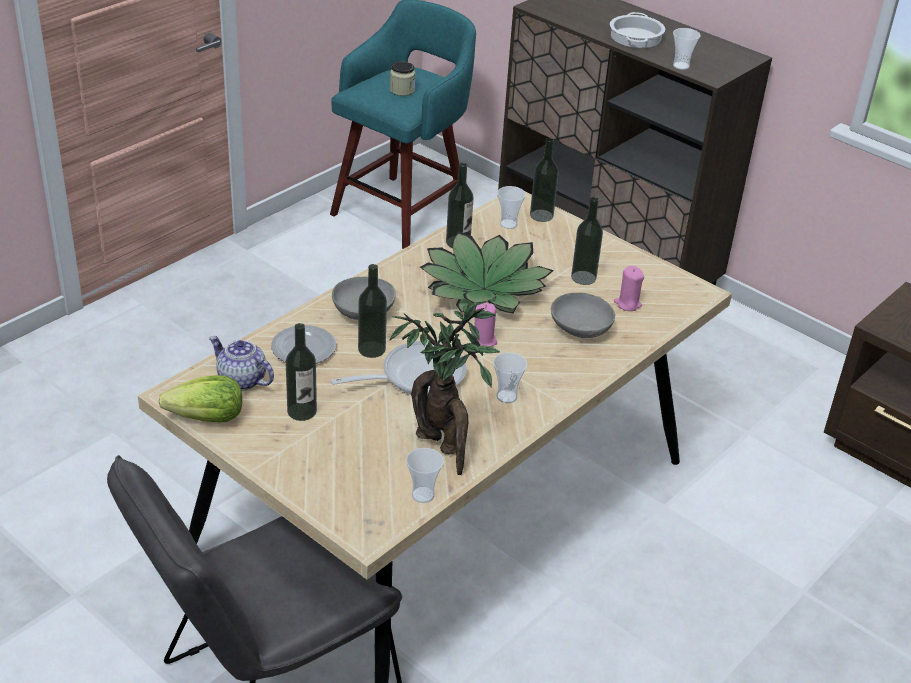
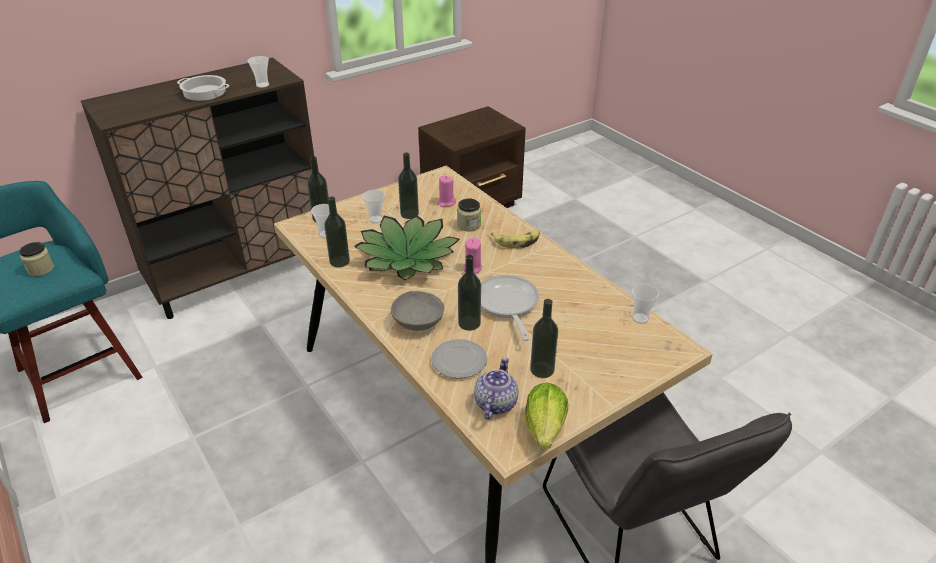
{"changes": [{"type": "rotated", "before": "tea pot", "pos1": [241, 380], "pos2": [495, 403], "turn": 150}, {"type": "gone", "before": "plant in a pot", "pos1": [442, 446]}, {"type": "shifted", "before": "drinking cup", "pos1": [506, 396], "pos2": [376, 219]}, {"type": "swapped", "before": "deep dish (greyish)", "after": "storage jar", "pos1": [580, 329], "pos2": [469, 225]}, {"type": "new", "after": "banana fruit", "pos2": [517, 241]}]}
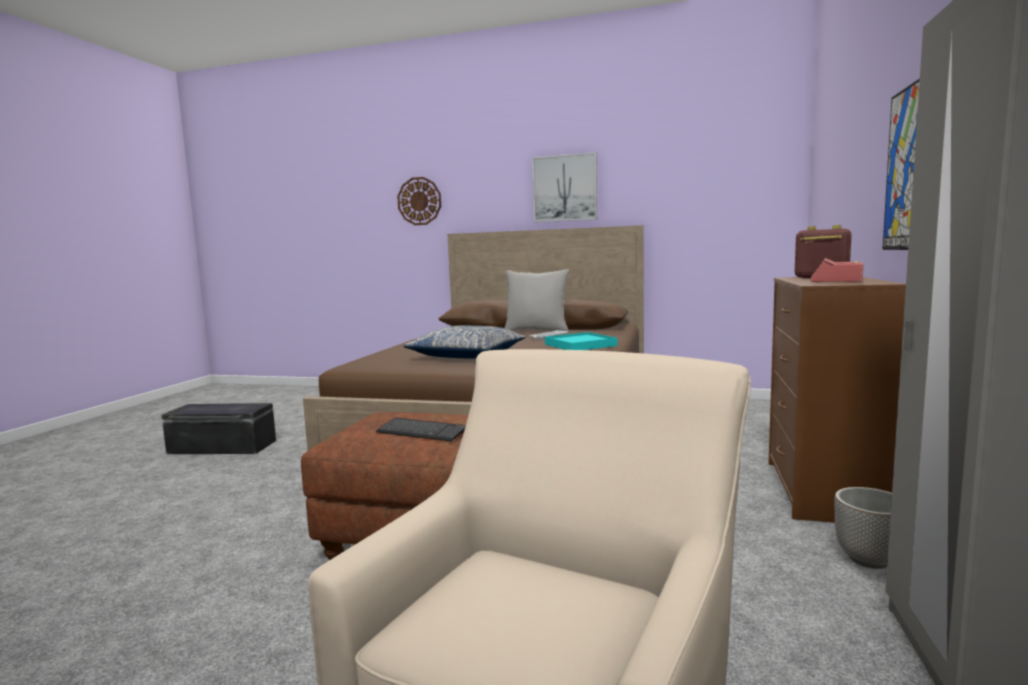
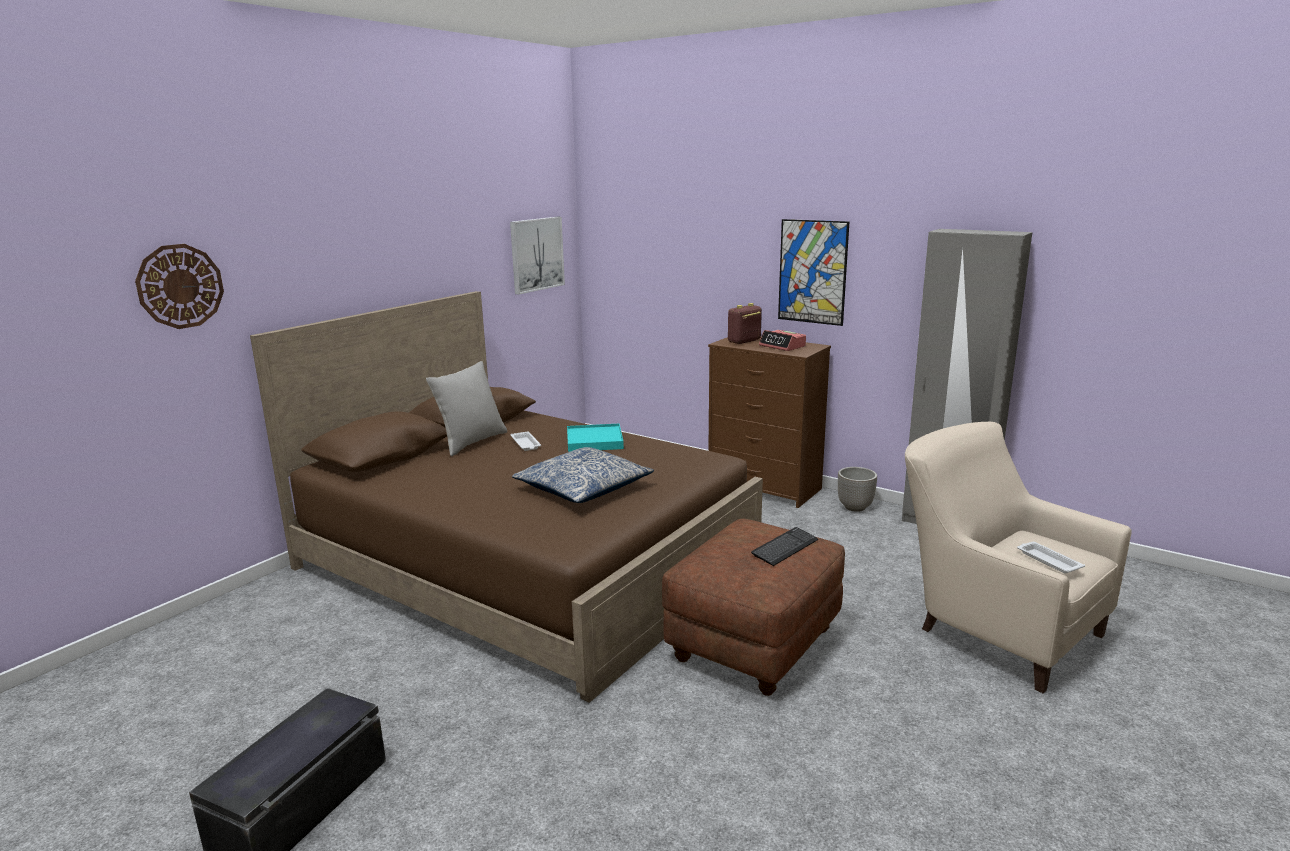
{"changes": [{"type": "shifted", "before": "picture", "pos1": [565, 188], "pos2": [536, 254]}, {"type": "new", "after": "tray (white)", "pos2": [1048, 560]}]}
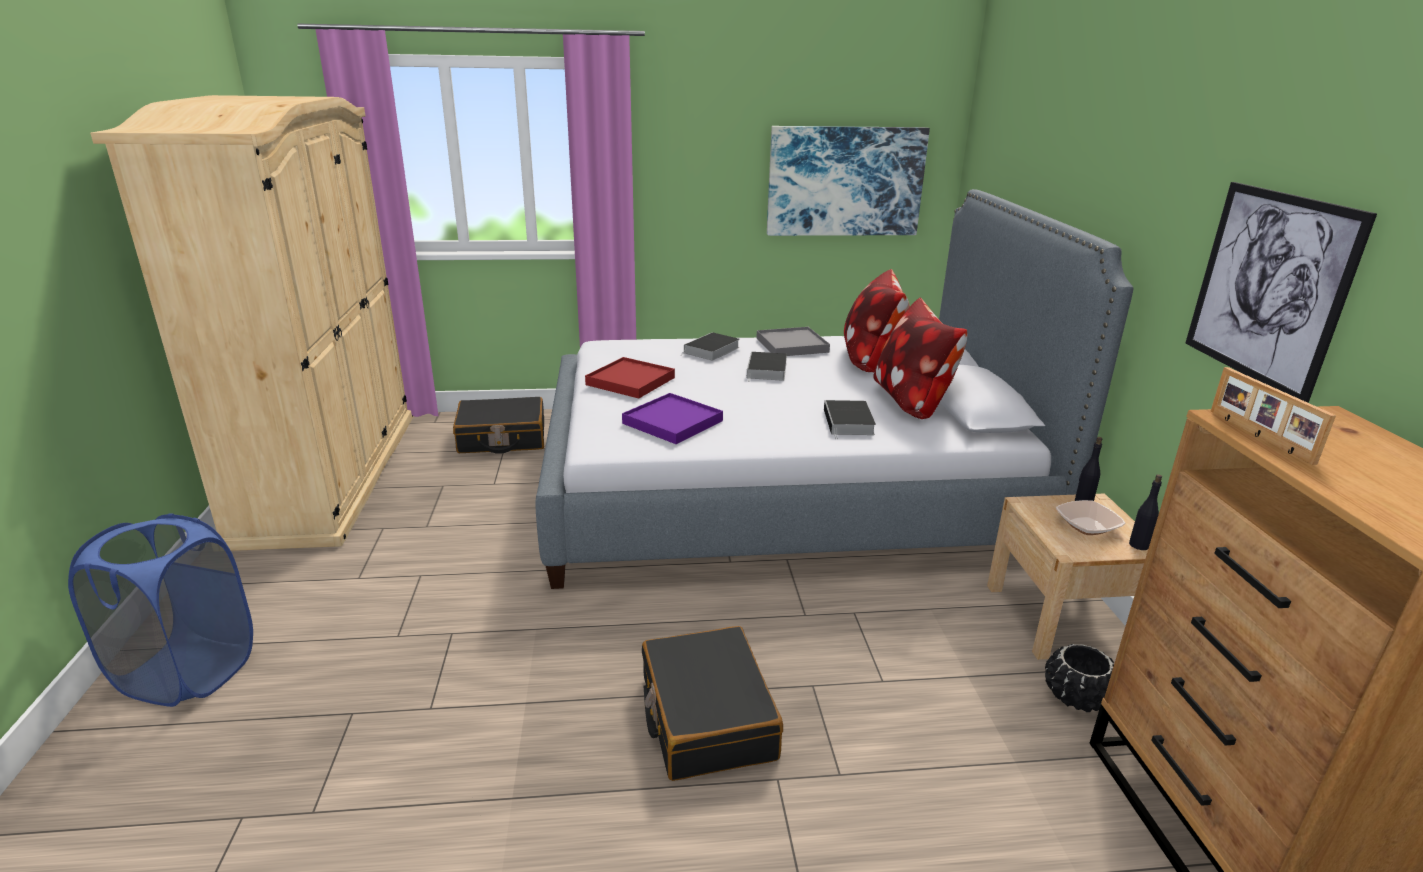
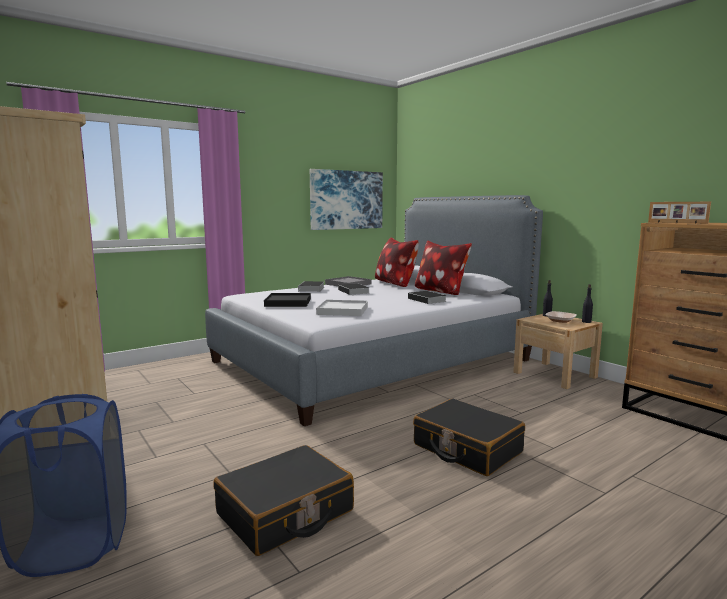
{"changes": [{"type": "shifted", "before": "piece of luggage (black)", "pos1": [502, 438], "pos2": [285, 513]}, {"type": "repainted", "before": "tray (red-coloured)", "after": "tray (black)", "pos1": [631, 381], "pos2": [288, 302]}, {"type": "repainted", "before": "tray (purplish)", "after": "tray (white)", "pos1": [673, 422], "pos2": [343, 310]}, {"type": "gone", "before": "planter (black)", "pos1": [1077, 696]}, {"type": "gone", "before": "picture", "pos1": [1269, 287]}]}
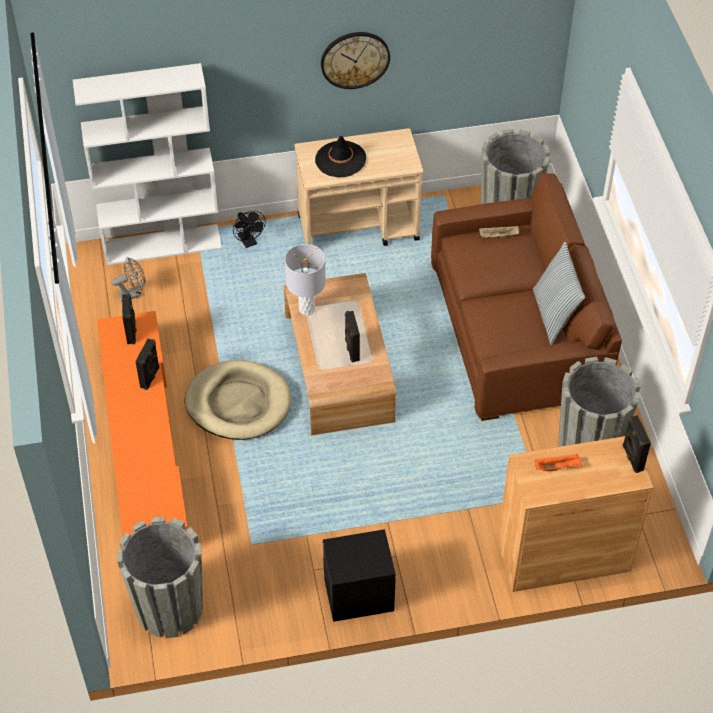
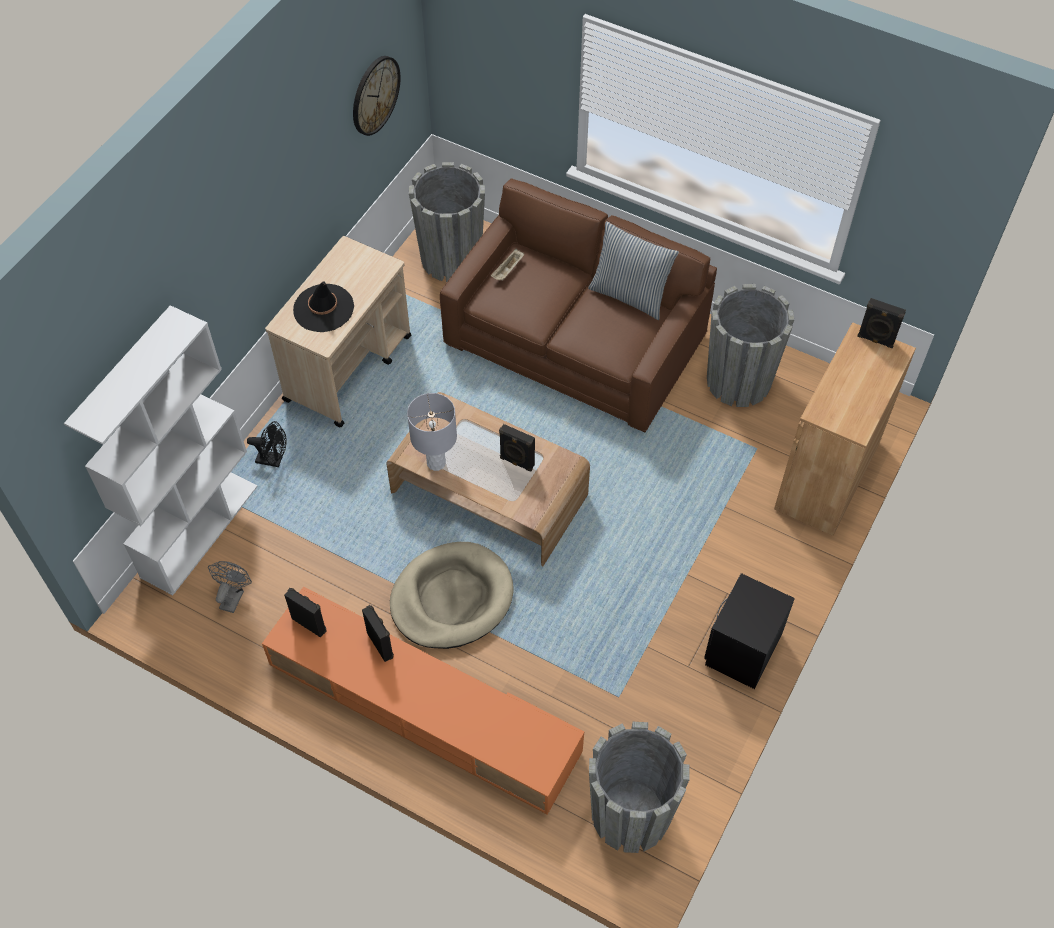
{"changes": [{"type": "shifted", "before": "clock on the wall", "pos1": [355, 59], "pos2": [375, 95]}, {"type": "gone", "before": "tray (orange)", "pos1": [558, 467]}]}
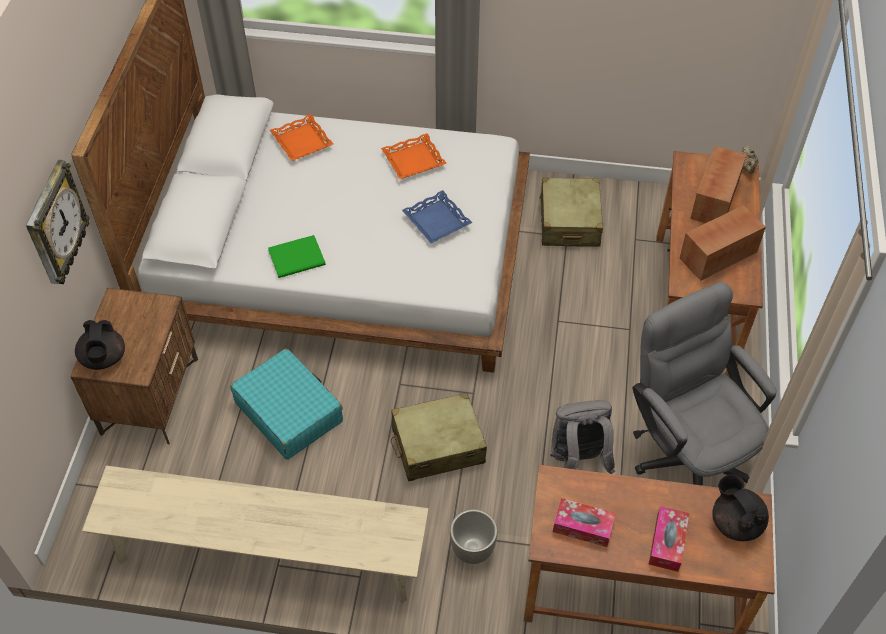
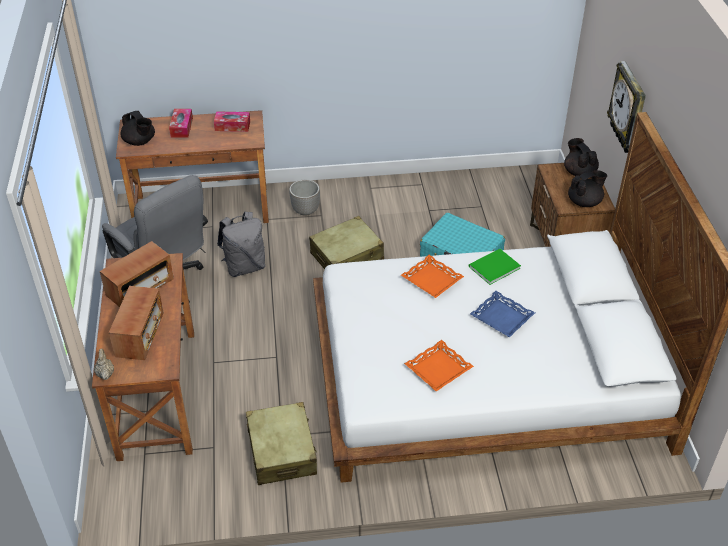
{"changes": [{"type": "gone", "before": "bench (beige)", "pos1": [266, 556]}, {"type": "shifted", "before": "tray (orange)", "pos1": [302, 141], "pos2": [431, 280]}, {"type": "shifted", "before": "tray (blue)", "pos1": [436, 221], "pos2": [502, 317]}, {"type": "new", "after": "tea pot (black)", "pos2": [584, 202]}]}
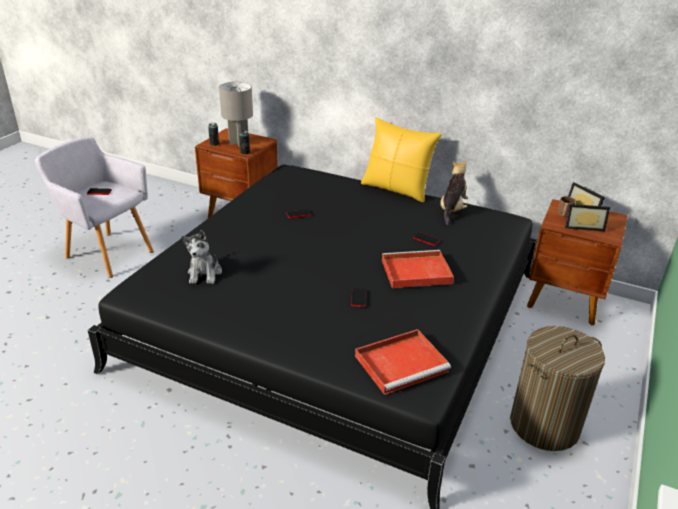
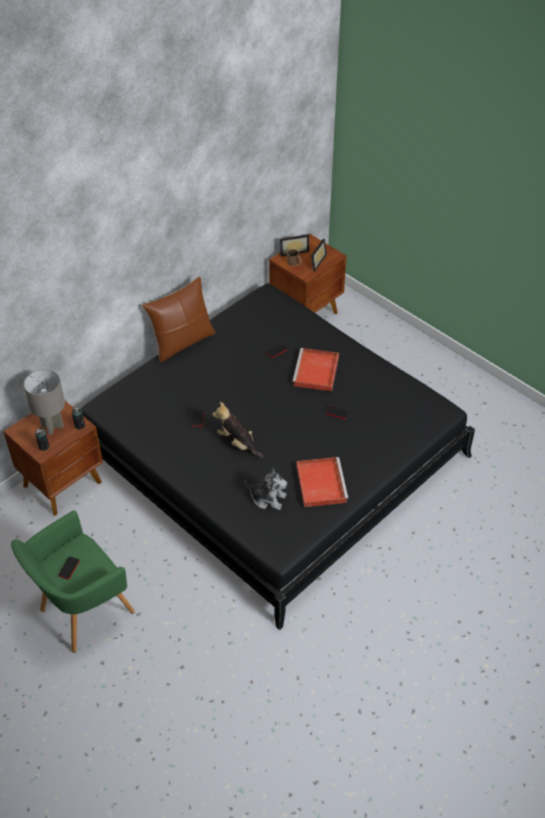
{"changes": [{"type": "repainted", "before": "easy chair (greyish)", "after": "easy chair (green)", "pos1": [107, 252], "pos2": [82, 613]}, {"type": "shifted", "before": "tray (red-coloured)", "pos1": [402, 363], "pos2": [320, 483]}, {"type": "repainted", "before": "throw pillow (yellow-coloured)", "after": "throw pillow (brown-coloured)", "pos1": [396, 189], "pos2": [182, 342]}, {"type": "shifted", "before": "plush toy", "pos1": [452, 210], "pos2": [238, 443]}, {"type": "gone", "before": "hamper", "pos1": [544, 425]}]}
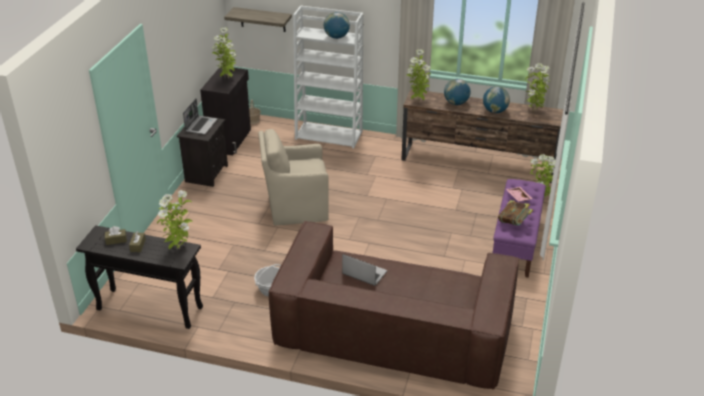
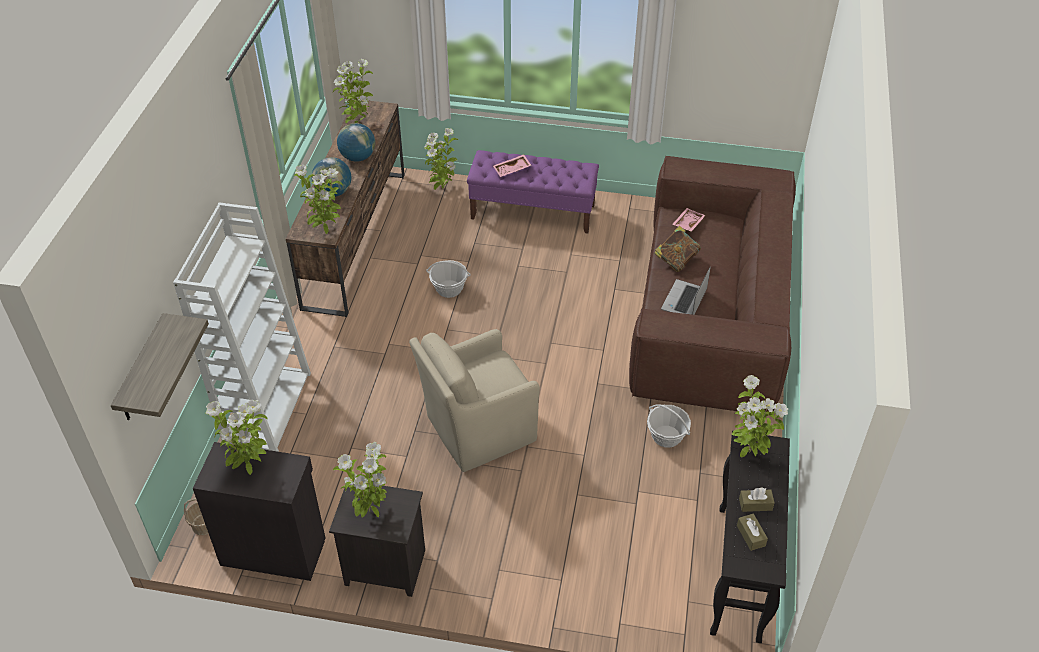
{"changes": [{"type": "swapped", "before": "laptop", "after": "plant in a pot", "pos1": [201, 125], "pos2": [370, 512]}, {"type": "rotated", "before": "easy chair (beige)", "pos1": [295, 208], "pos2": [477, 430], "turn": 75}, {"type": "gone", "before": "desk globe", "pos1": [336, 37]}, {"type": "shifted", "before": "book", "pos1": [514, 223], "pos2": [676, 260]}, {"type": "new", "after": "basket", "pos2": [449, 289]}, {"type": "new", "after": "tray (pink)", "pos2": [687, 223]}]}
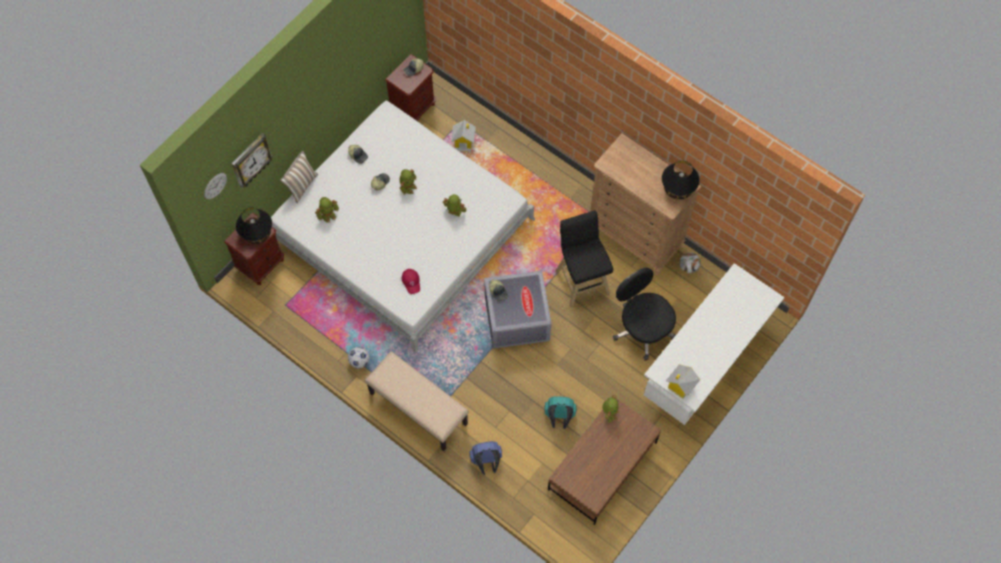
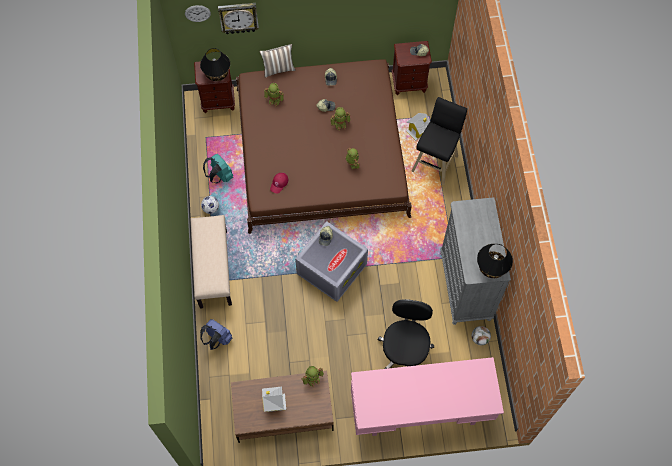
{"changes": [{"type": "repainted", "before": "bedroom bed (white)", "after": "bedroom bed (brown-coloured)", "pos1": [401, 229], "pos2": [321, 151]}, {"type": "shifted", "before": "backpack (turquoise)", "pos1": [559, 417], "pos2": [220, 176]}, {"type": "shifted", "before": "sitting stool (black)", "pos1": [581, 280], "pos2": [436, 161]}, {"type": "repainted", "before": "chest of drawers (brown-coloured)", "after": "chest of drawers (greyish)", "pos1": [635, 236], "pos2": [465, 286]}, {"type": "repainted", "before": "desk unit (white)", "after": "desk unit (pink)", "pos1": [704, 365], "pos2": [420, 411]}, {"type": "shifted", "before": "miniature house", "pos1": [680, 386], "pos2": [274, 402]}]}
